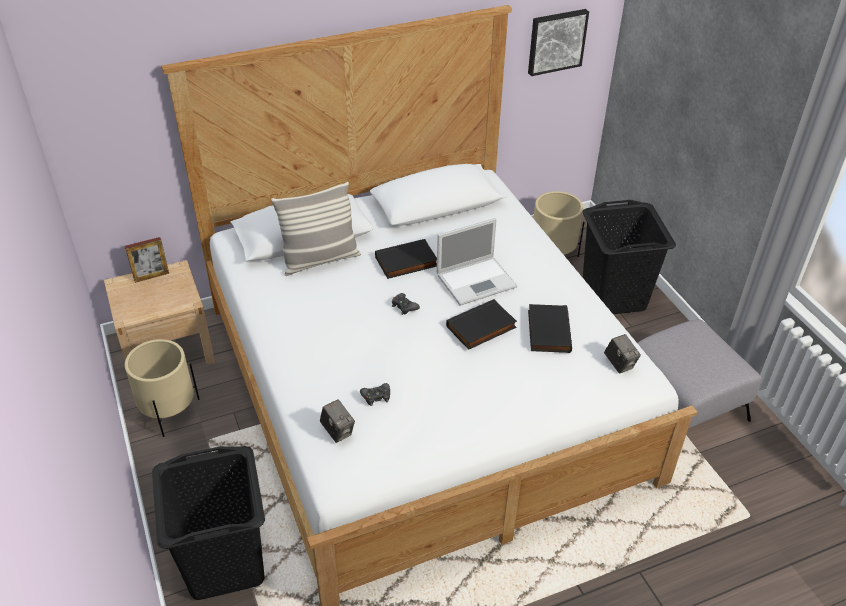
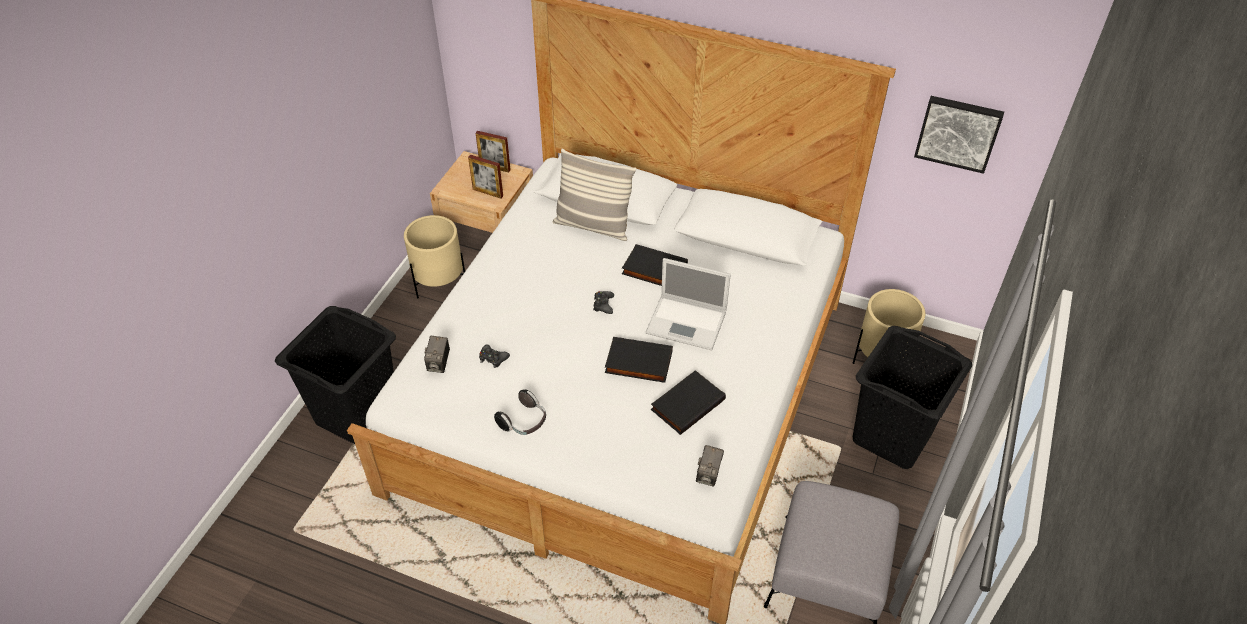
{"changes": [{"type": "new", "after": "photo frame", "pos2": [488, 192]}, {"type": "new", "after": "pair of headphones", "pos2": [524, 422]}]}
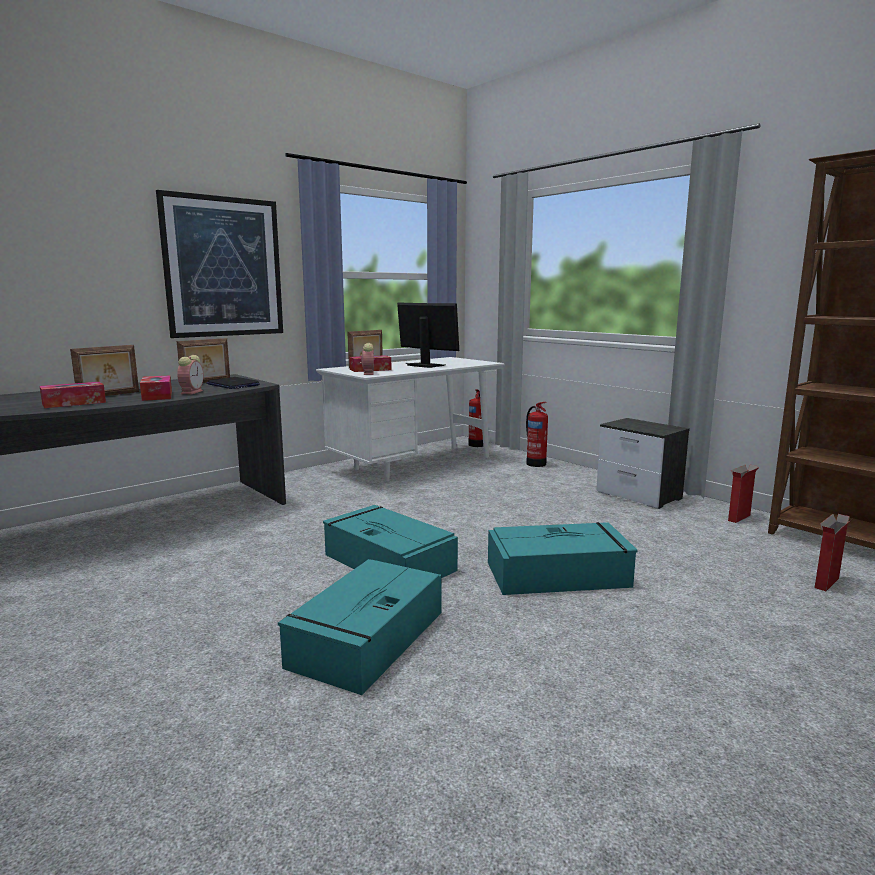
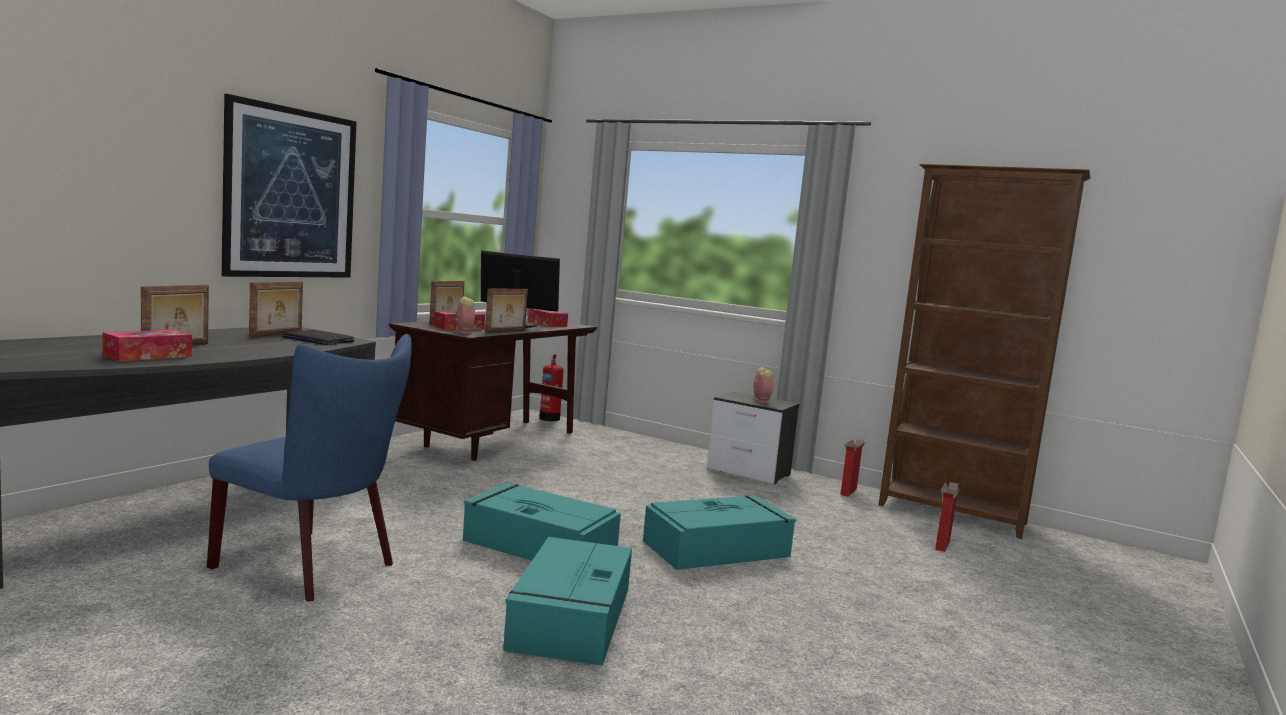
{"changes": [{"type": "shifted", "before": "box of tissues", "pos1": [157, 396], "pos2": [547, 324]}, {"type": "shifted", "before": "bedside clock", "pos1": [192, 392], "pos2": [760, 400]}, {"type": "repainted", "before": "desk unit (white)", "after": "desk unit (brown-coloured)", "pos1": [414, 465], "pos2": [493, 441]}, {"type": "gone", "before": "extinguisher", "pos1": [535, 463]}, {"type": "new", "after": "plain chair (blue)", "pos2": [314, 567]}, {"type": "new", "after": "photo frame", "pos2": [506, 332]}]}
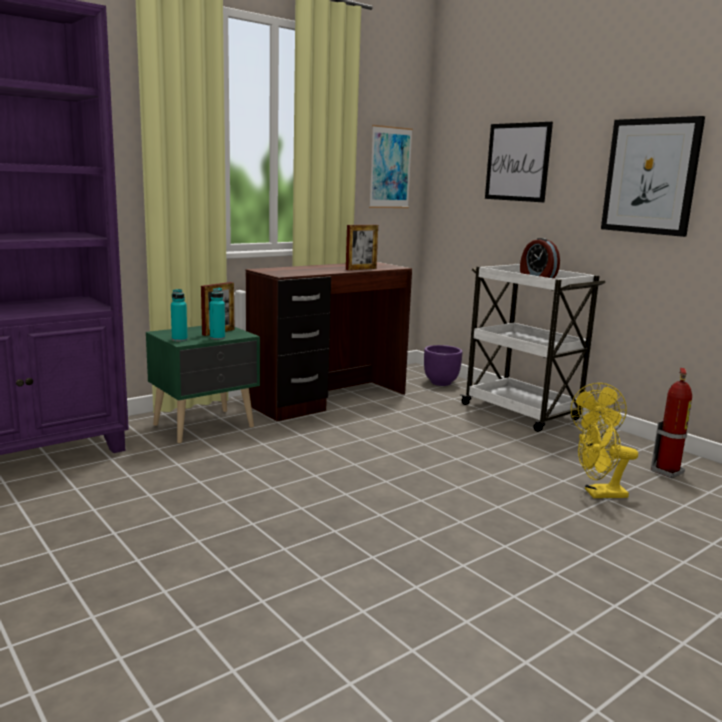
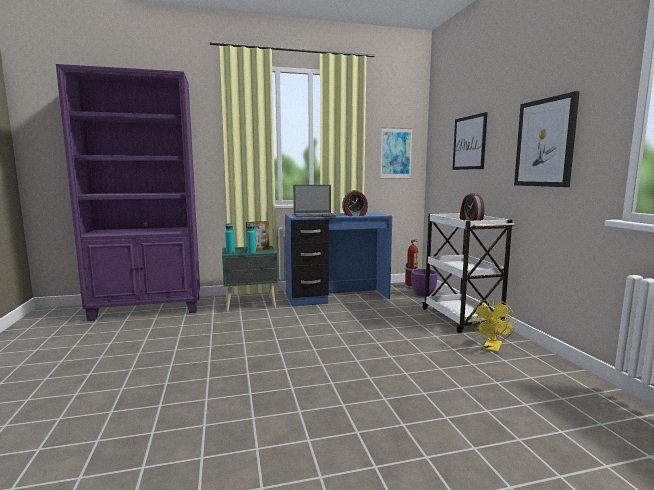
{"changes": [{"type": "repainted", "before": "desk unit (brown-coloured)", "after": "desk unit (blue)", "pos1": [330, 400], "pos2": [338, 298]}, {"type": "swapped", "before": "photo frame", "after": "bedside clock", "pos1": [361, 269], "pos2": [355, 215]}, {"type": "gone", "before": "electric fan (yellow-coloured)", "pos1": [600, 494]}, {"type": "shifted", "before": "extinguisher", "pos1": [667, 472], "pos2": [411, 287]}, {"type": "new", "after": "laptop", "pos2": [314, 215]}]}
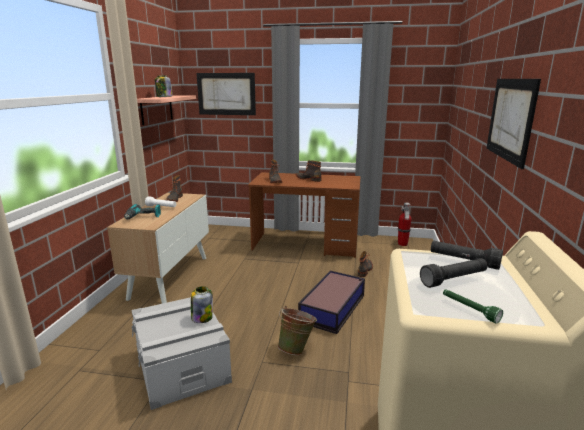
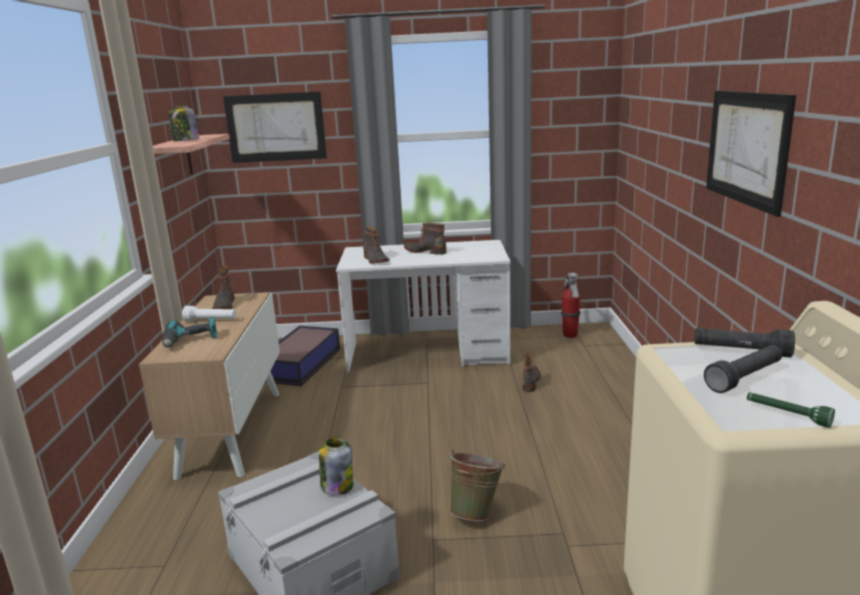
{"changes": [{"type": "repainted", "before": "desk unit (brown-coloured)", "after": "desk unit (white)", "pos1": [305, 245], "pos2": [428, 354]}, {"type": "shifted", "before": "storage bin", "pos1": [333, 308], "pos2": [302, 364]}]}
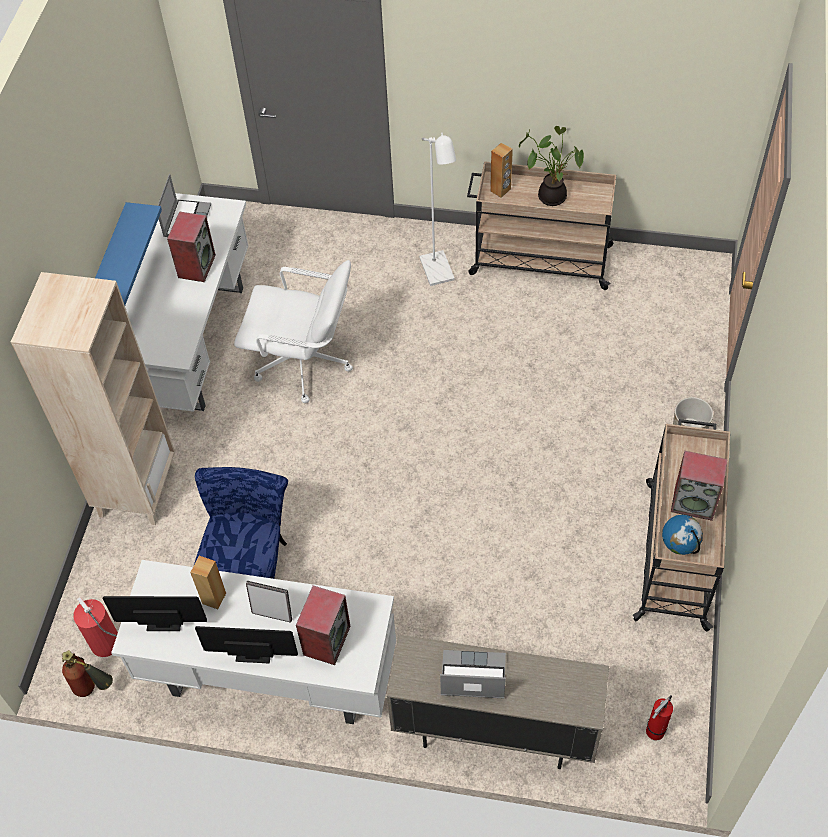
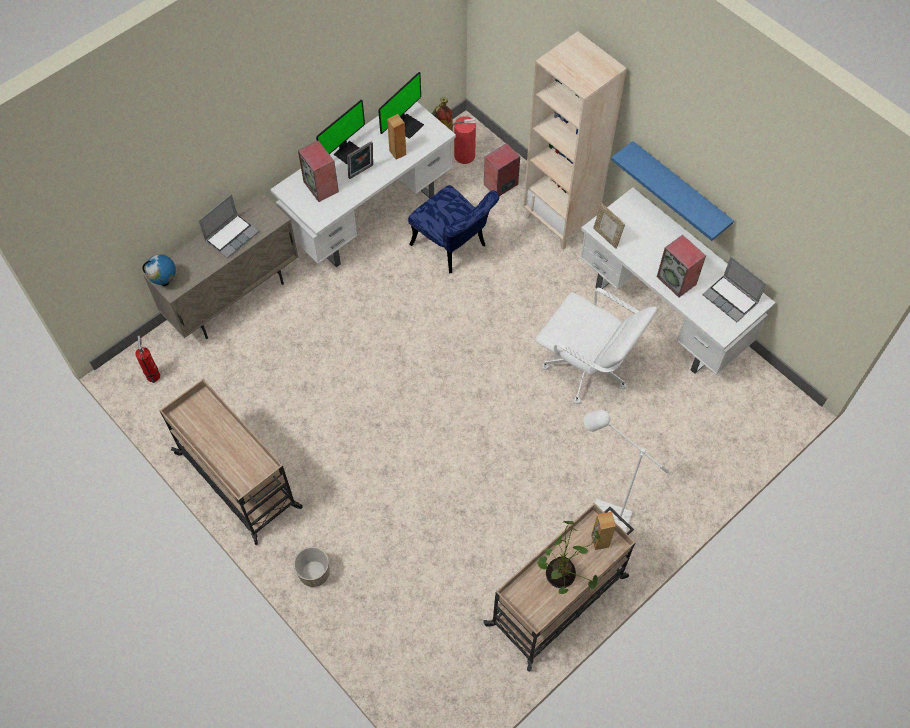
{"changes": [{"type": "rotated", "before": "computer chair (white)", "pos1": [304, 364], "pos2": [587, 368], "turn": -105}, {"type": "shifted", "before": "desk globe", "pos1": [678, 548], "pos2": [165, 282]}, {"type": "shifted", "before": "loudspeaker", "pos1": [694, 502], "pos2": [500, 185]}, {"type": "new", "after": "photo frame", "pos2": [606, 237]}]}
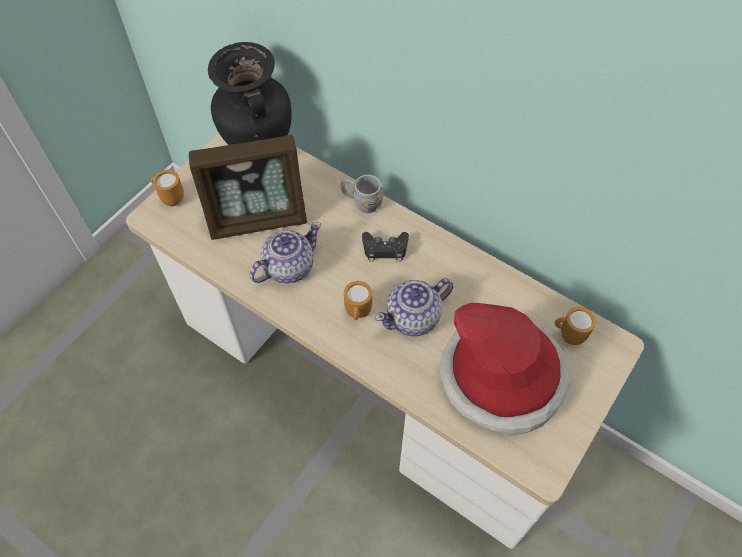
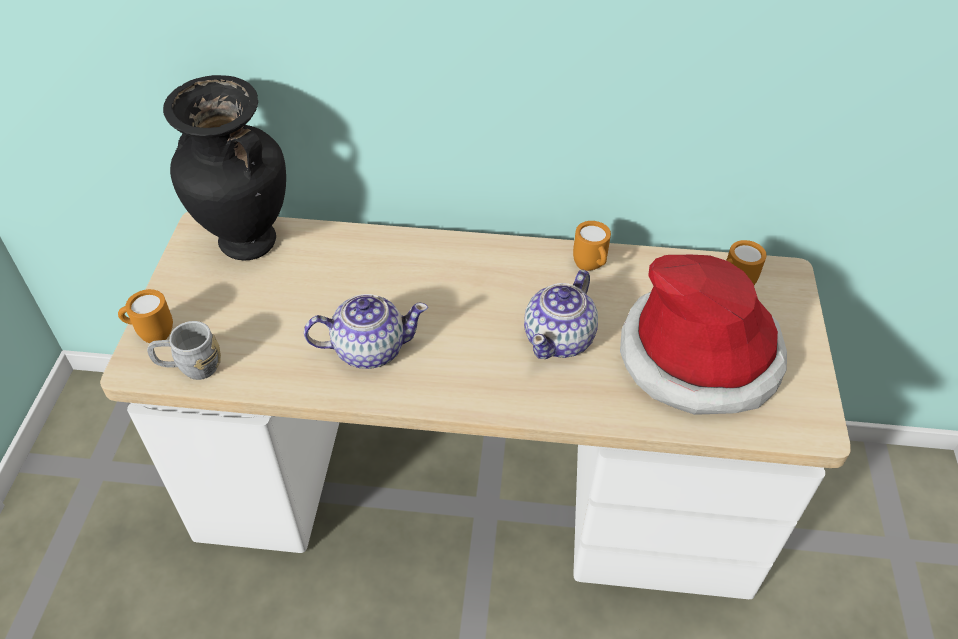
{"changes": [{"type": "gone", "before": "photo frame", "pos1": [258, 219]}, {"type": "rotated", "before": "tea pot", "pos1": [288, 267], "pos2": [368, 349], "turn": 60}, {"type": "shifted", "before": "coffee mug (greyish)", "pos1": [361, 202], "pos2": [190, 367]}, {"type": "shifted", "before": "coffee mug (orange)", "pos1": [358, 314], "pos2": [591, 267]}, {"type": "gone", "before": "gamepad (black)", "pos1": [385, 249]}]}
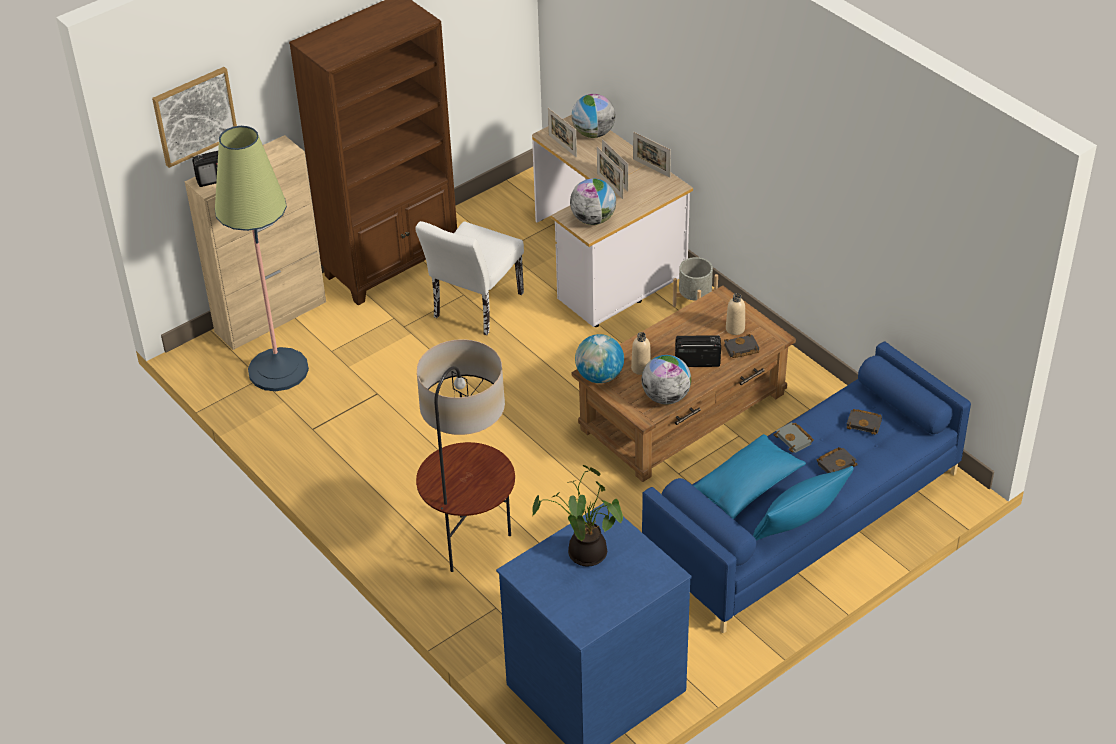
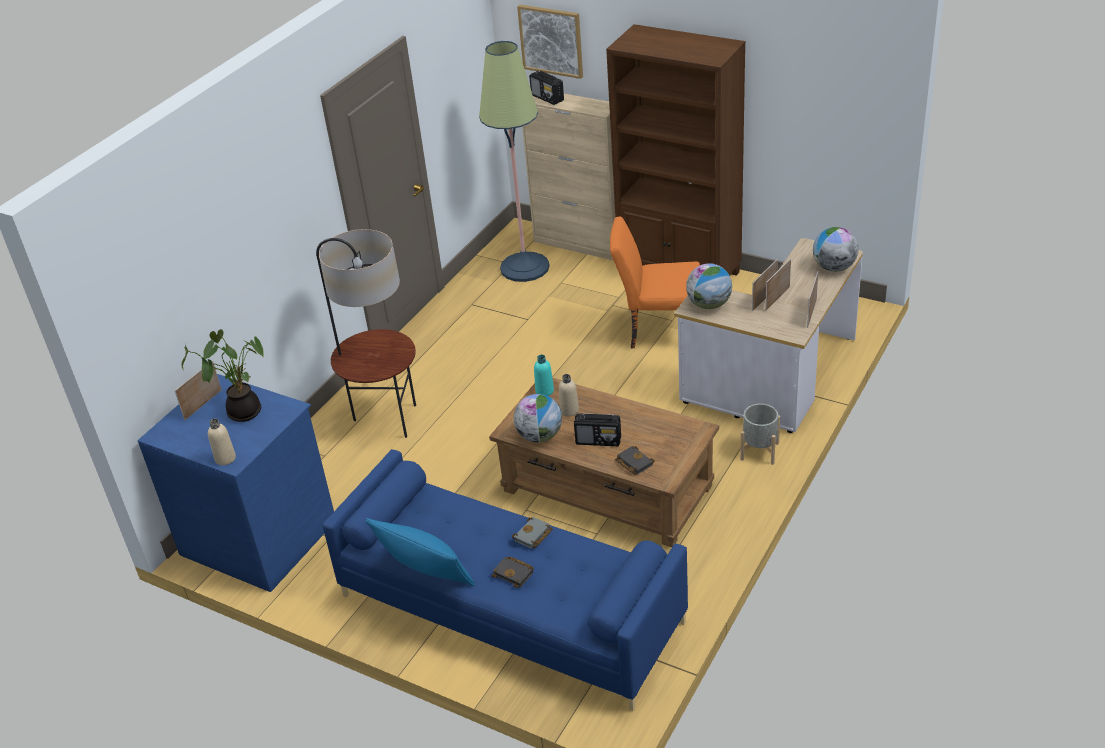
{"changes": [{"type": "repainted", "before": "plain chair (white)", "after": "plain chair (orange)", "pos1": [474, 309], "pos2": [658, 331]}, {"type": "shifted", "before": "photo frame", "pos1": [562, 146], "pos2": [203, 405]}, {"type": "swapped", "before": "desk globe", "after": "bottle (turquoise)", "pos1": [599, 376], "pos2": [544, 391]}, {"type": "rotated", "before": "radio receiver", "pos1": [697, 361], "pos2": [598, 440], "turn": 120}, {"type": "gone", "before": "throw pillow (blue)", "pos1": [747, 487]}, {"type": "shifted", "before": "bottle (beige)", "pos1": [735, 329], "pos2": [225, 458]}, {"type": "gone", "before": "book (black)", "pos1": [865, 423]}]}
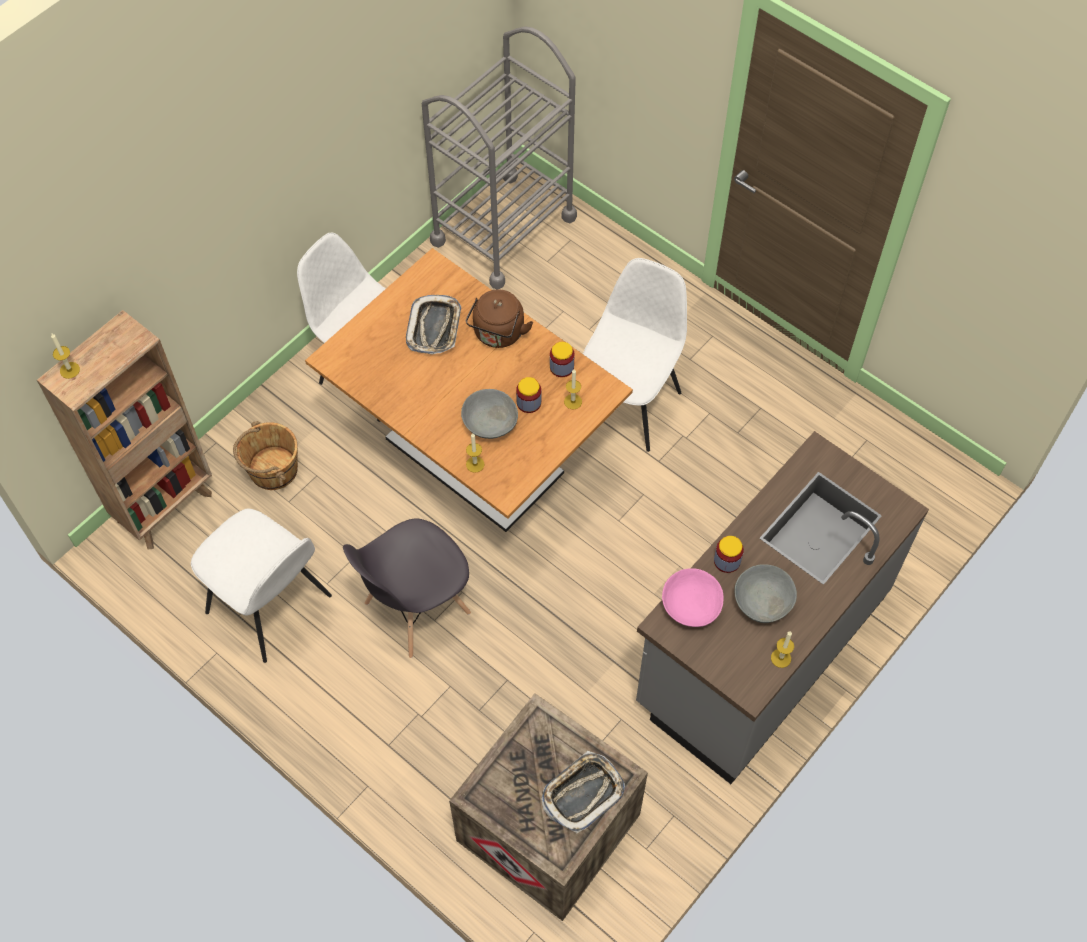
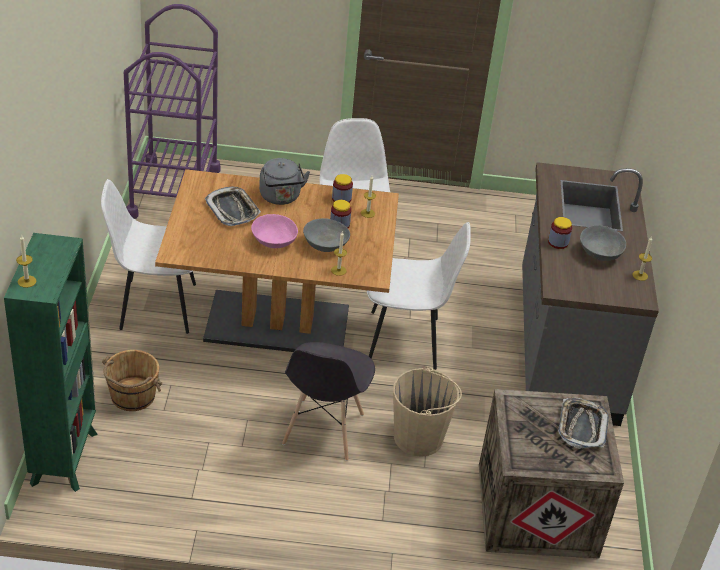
{"changes": [{"type": "repainted", "before": "bookshelf (brown-coloured)", "after": "bookshelf (green)", "pos1": [166, 506], "pos2": [65, 457]}, {"type": "shifted", "before": "plain chair (white)", "pos1": [271, 606], "pos2": [406, 340]}, {"type": "repainted", "before": "trolley (greyish)", "after": "trolley (purplish)", "pos1": [503, 229], "pos2": [174, 192]}, {"type": "repainted", "before": "water kettle (brown-coloured)", "after": "water kettle (greyish)", "pos1": [498, 334], "pos2": [281, 197]}, {"type": "shifted", "before": "deep dish (pink)", "pos1": [690, 605], "pos2": [273, 241]}, {"type": "new", "after": "water bucket (beige)", "pos2": [419, 437]}]}
